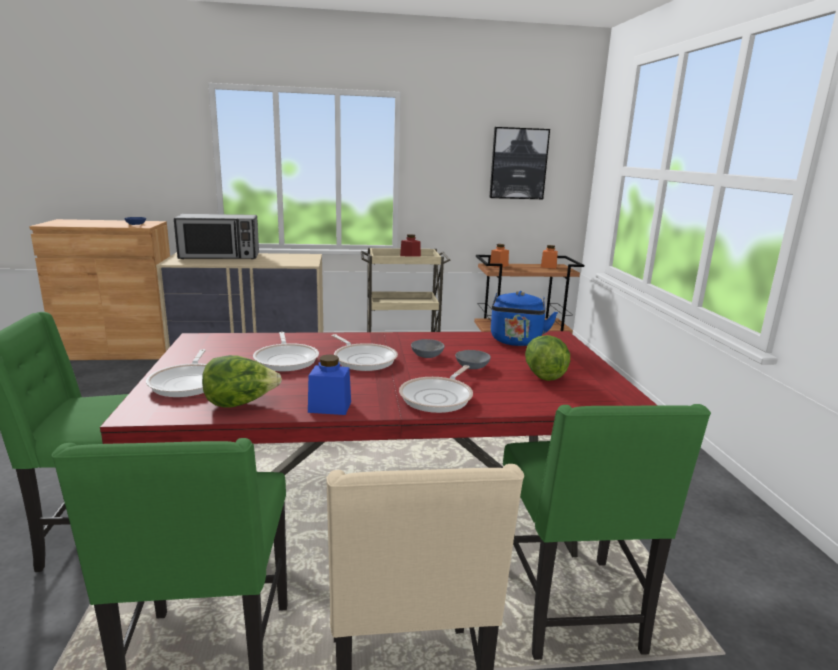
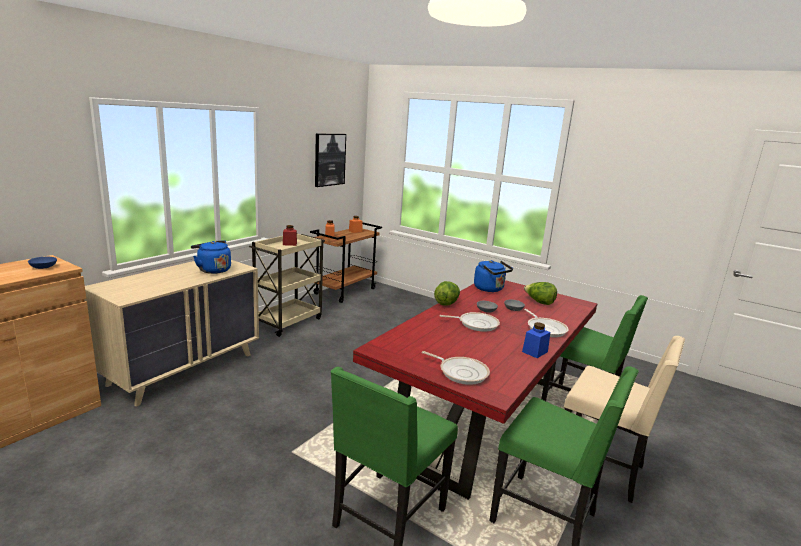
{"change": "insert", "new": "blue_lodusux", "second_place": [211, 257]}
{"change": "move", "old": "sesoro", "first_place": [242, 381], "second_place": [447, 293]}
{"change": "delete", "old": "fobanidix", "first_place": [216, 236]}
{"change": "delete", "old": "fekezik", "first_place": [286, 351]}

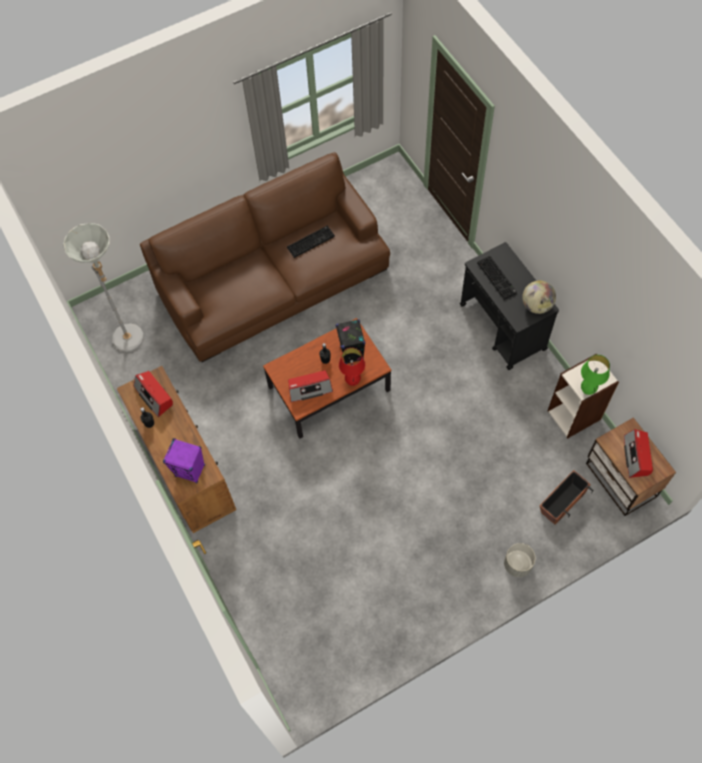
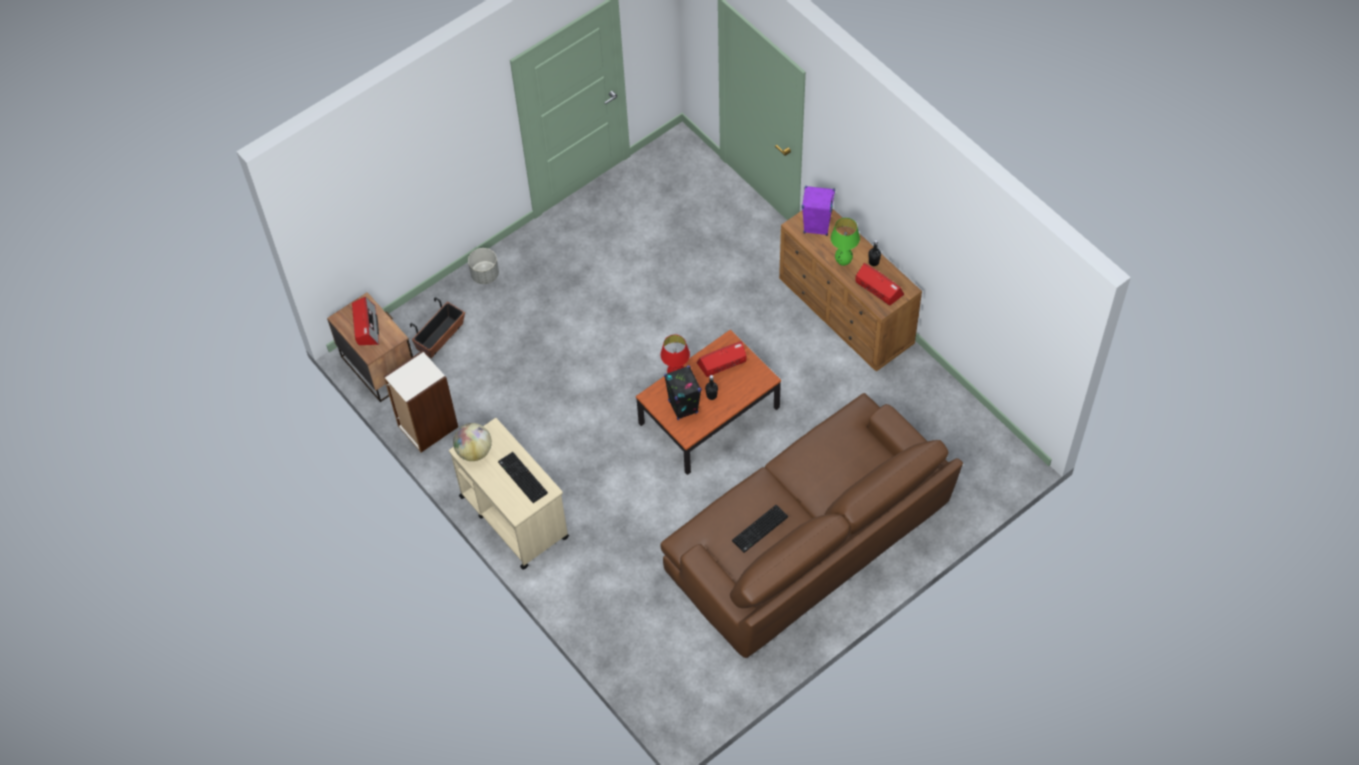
{"change": "recolor", "old": "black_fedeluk", "new": "beige_fedeluk", "first_place": [509, 306], "second_place": [509, 494]}
{"change": "move", "old": "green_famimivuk", "first_place": [595, 375], "second_place": [845, 242]}
{"change": "delete", "old": "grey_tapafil", "first_place": [103, 287]}

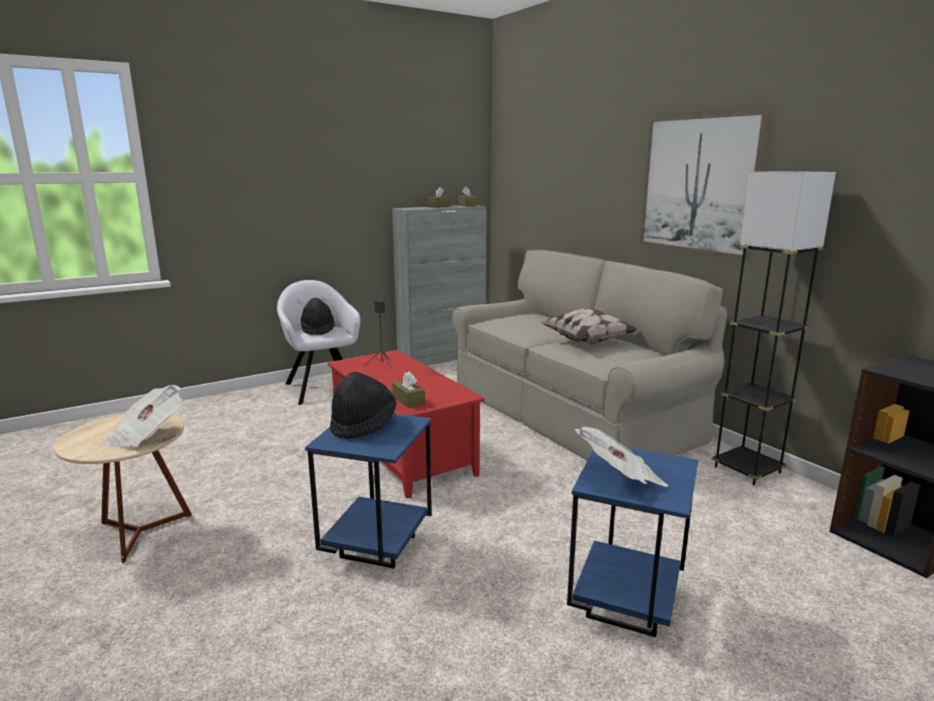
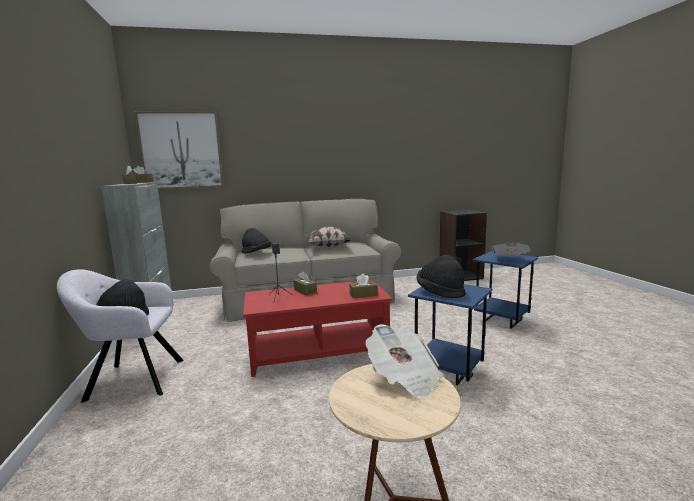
{"change": "move", "old": "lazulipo", "first_place": [705, 185], "second_place": [179, 150]}
{"change": "insert", "new": "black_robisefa", "second_place": [257, 241]}
{"change": "insert", "new": "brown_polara", "second_place": [305, 283]}
{"change": "delete", "old": "grey_tapafil", "first_place": [774, 328]}

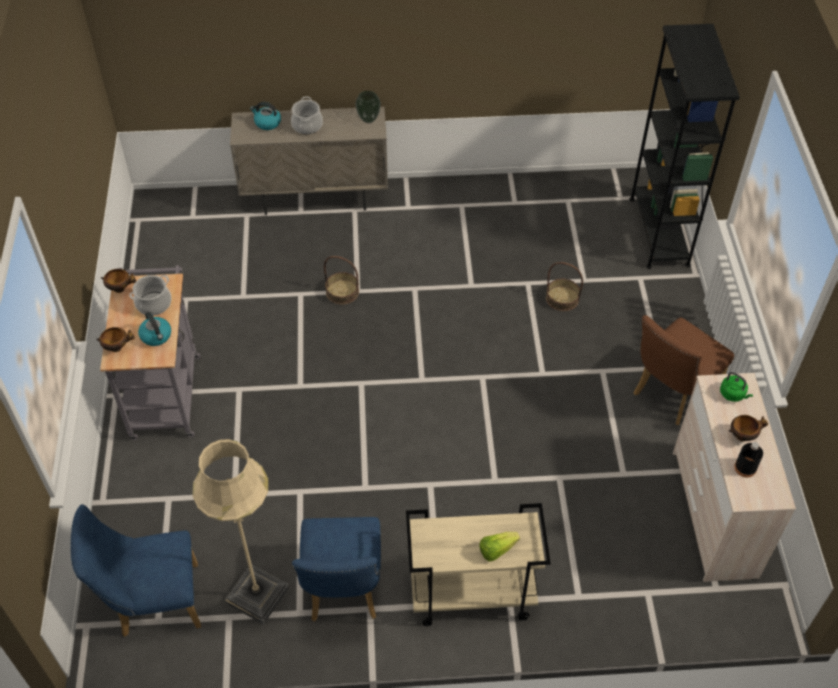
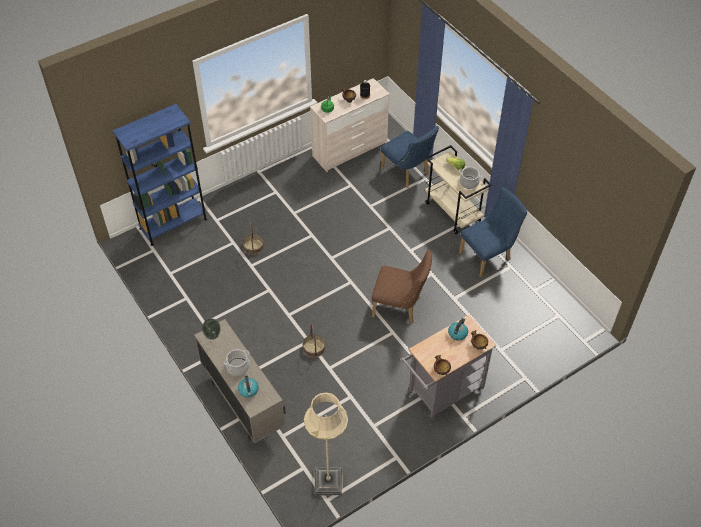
{"change": "recolor", "old": "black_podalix", "new": "blue_podalix", "first_place": [684, 146], "second_place": [159, 175]}
{"change": "move", "old": "beige_tapafil", "first_place": [240, 531], "second_place": [326, 444]}
{"change": "move", "old": "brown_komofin", "first_place": [684, 370], "second_place": [402, 287]}
{"change": "move", "old": "blue_komofin", "first_place": [135, 570], "second_place": [410, 157]}
{"change": "move", "old": "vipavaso", "first_place": [150, 295], "second_place": [470, 178]}

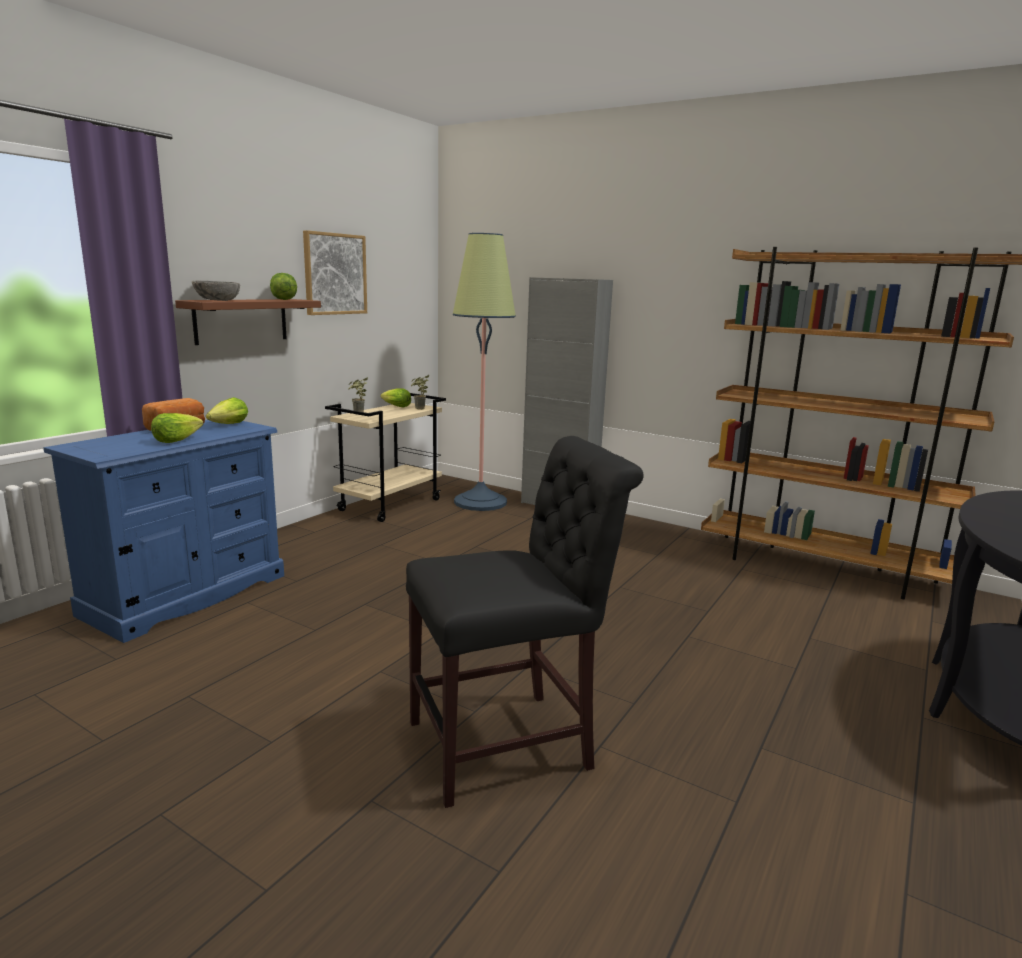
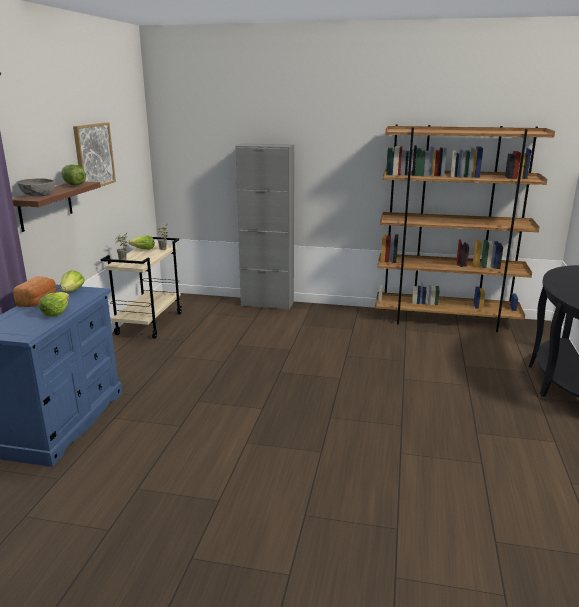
{"change": "delete", "old": "black_komofin", "first_place": [525, 622]}
{"change": "delete", "old": "tapafil", "first_place": [484, 372]}

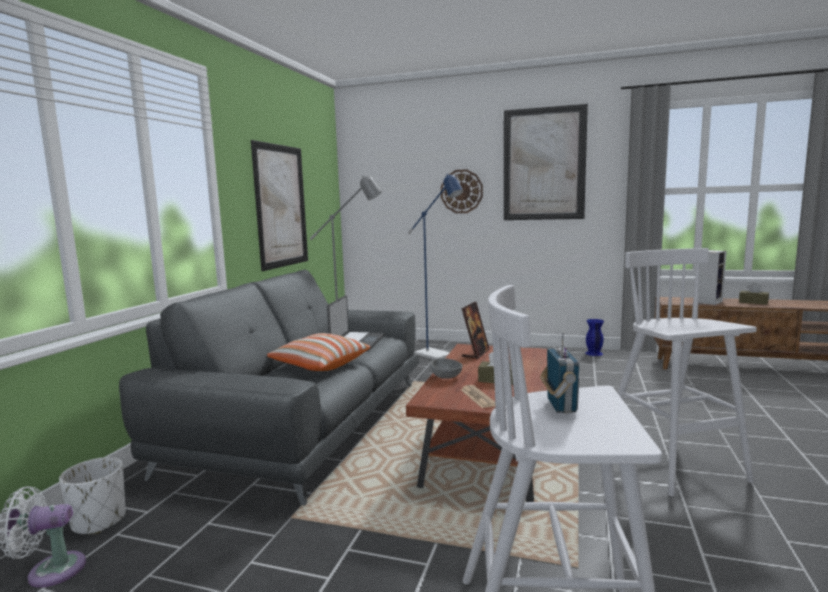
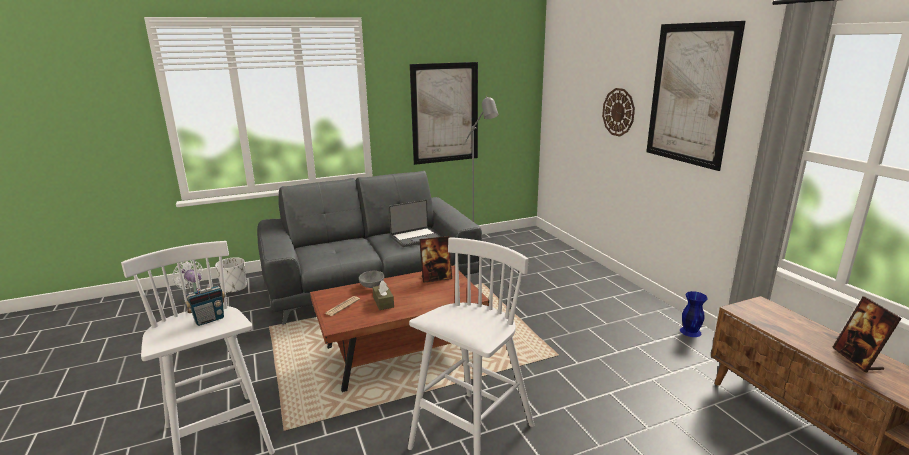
{"change": "replace", "old": "brown_polara", "new": "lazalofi", "first_place": [754, 294], "second_place": [867, 334]}
{"change": "delete", "old": "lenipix", "first_place": [318, 352]}
{"change": "delete", "old": "blue_tapafil", "first_place": [435, 267]}
{"change": "delete", "old": "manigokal", "first_place": [712, 277]}

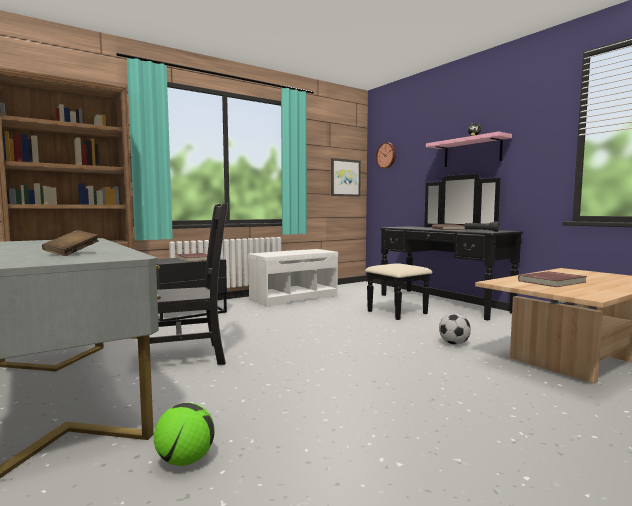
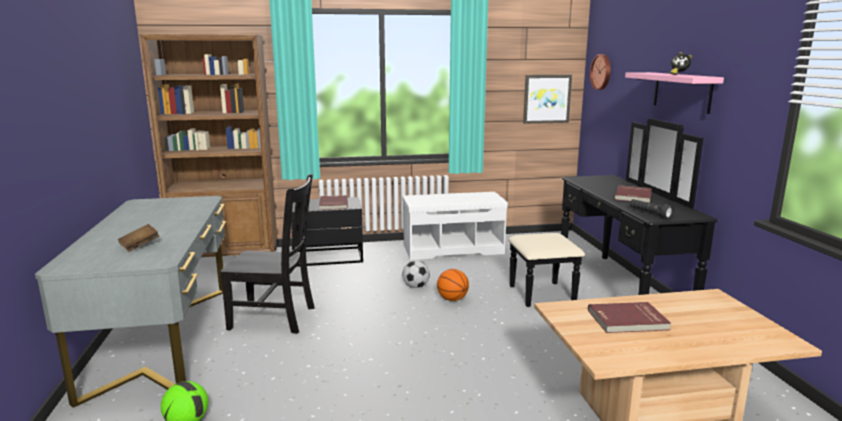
{"change": "move", "old": "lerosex", "first_place": [455, 329], "second_place": [416, 274]}
{"change": "insert", "new": "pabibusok", "second_place": [453, 285]}

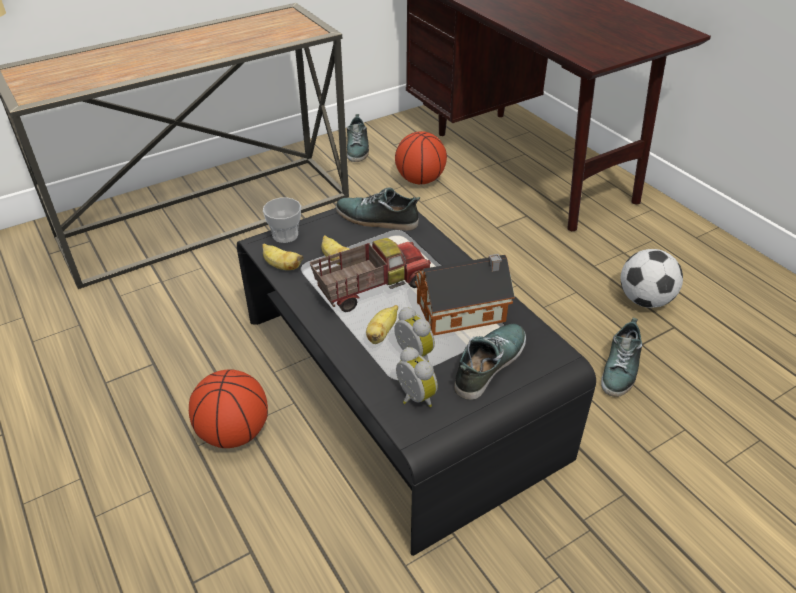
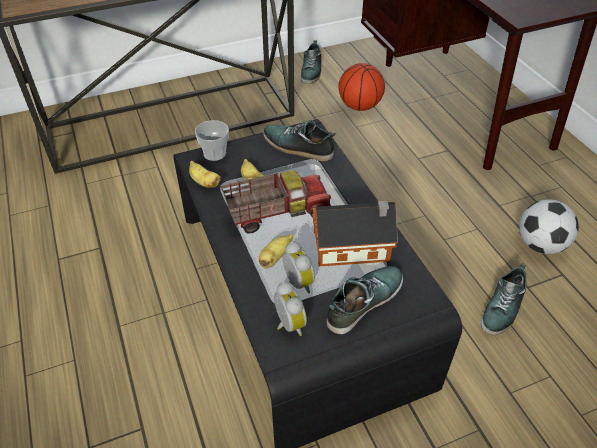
{"change": "delete", "old": "pabibusok", "first_place": [228, 408]}

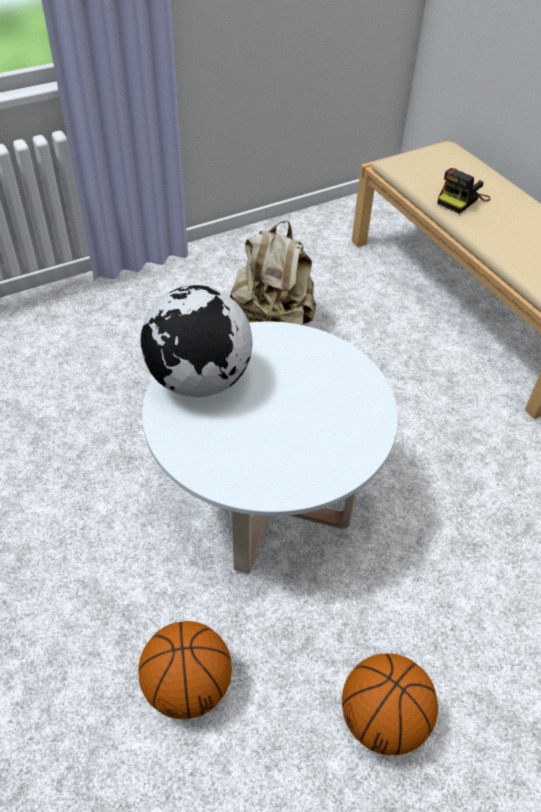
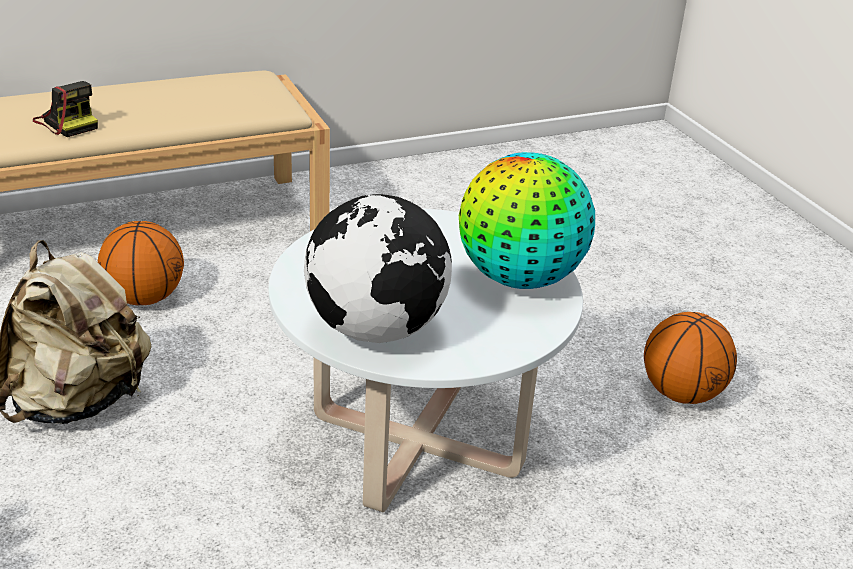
{"change": "move", "old": "pabibusok", "first_place": [185, 670], "second_place": [141, 263]}
{"change": "insert", "new": "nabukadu", "second_place": [527, 220]}

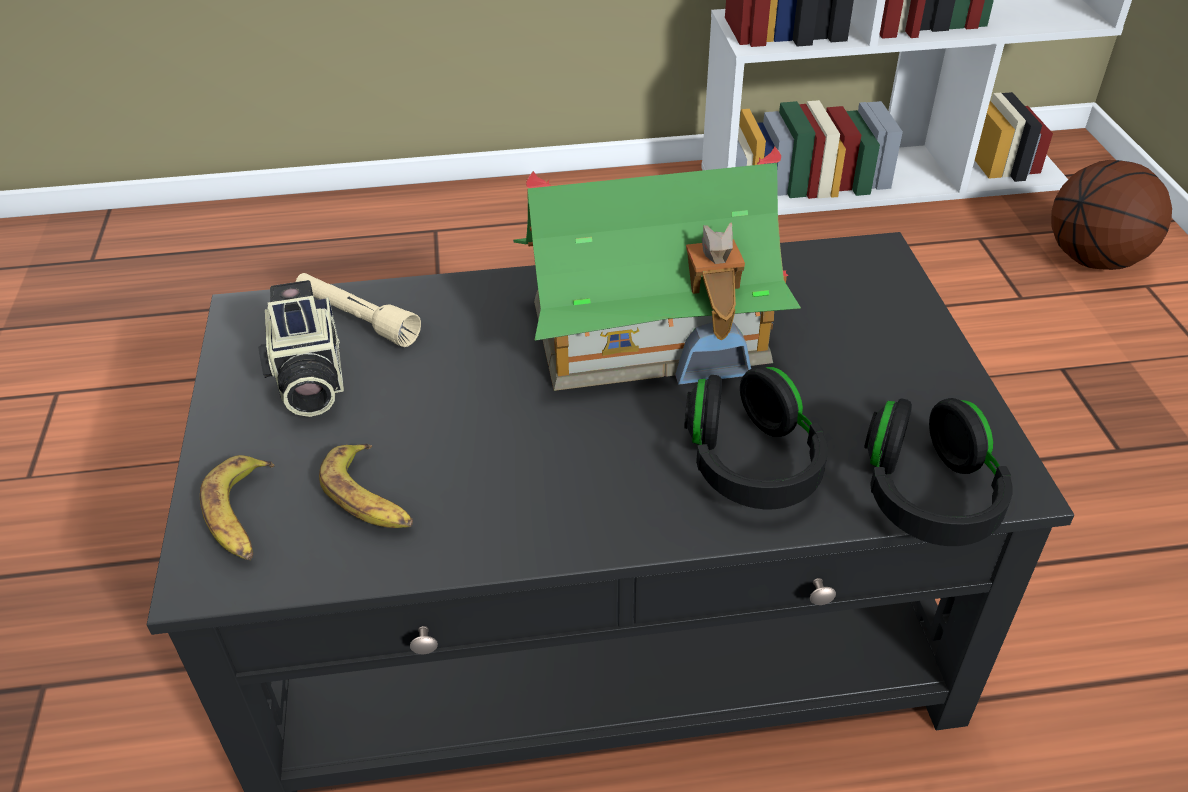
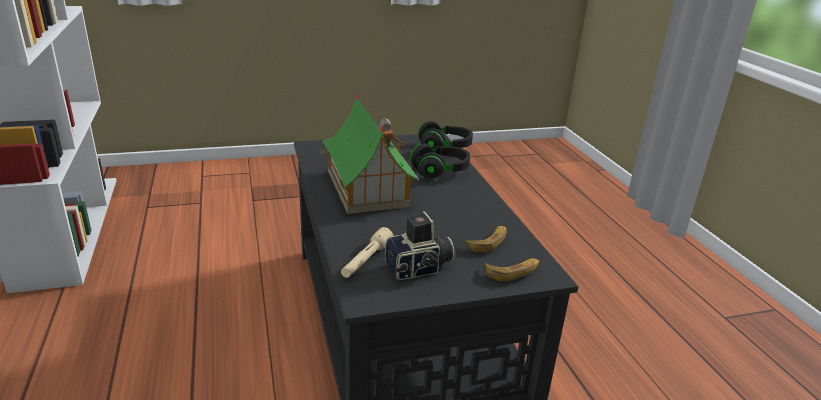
{"change": "delete", "old": "pabibusok", "first_place": [1111, 215]}

